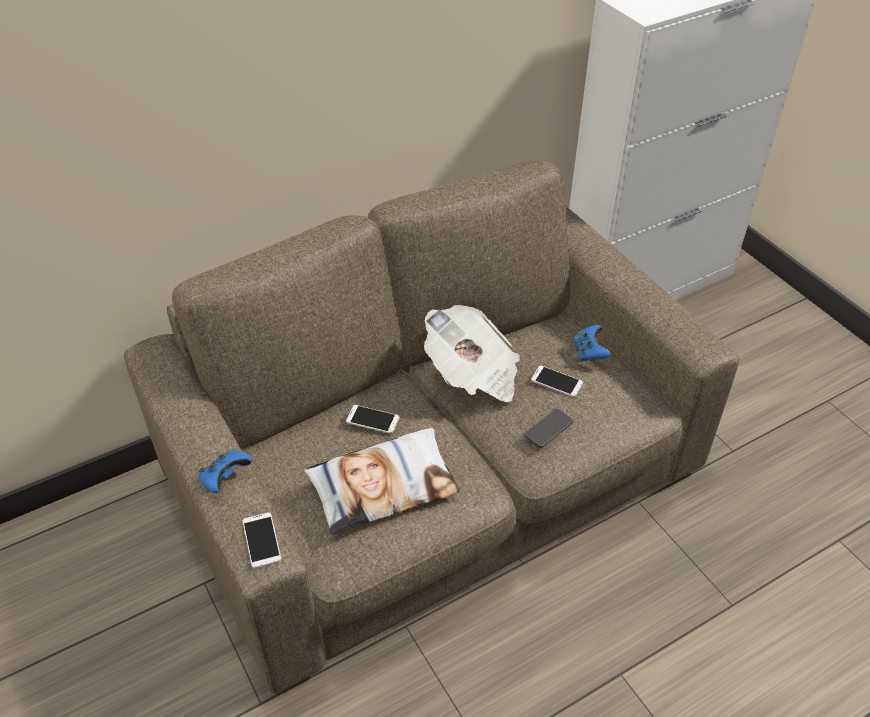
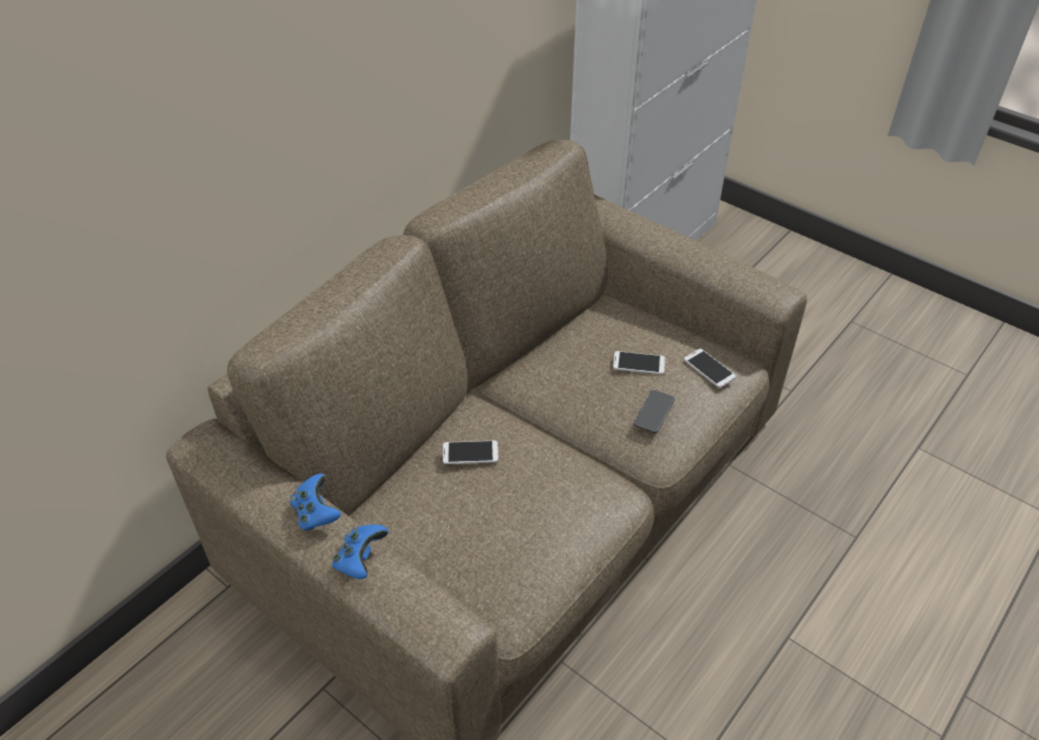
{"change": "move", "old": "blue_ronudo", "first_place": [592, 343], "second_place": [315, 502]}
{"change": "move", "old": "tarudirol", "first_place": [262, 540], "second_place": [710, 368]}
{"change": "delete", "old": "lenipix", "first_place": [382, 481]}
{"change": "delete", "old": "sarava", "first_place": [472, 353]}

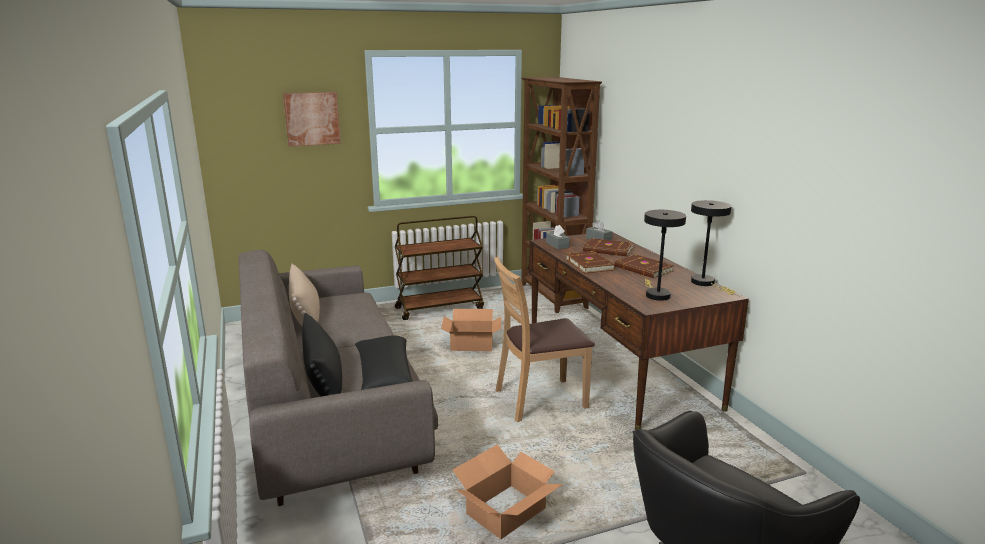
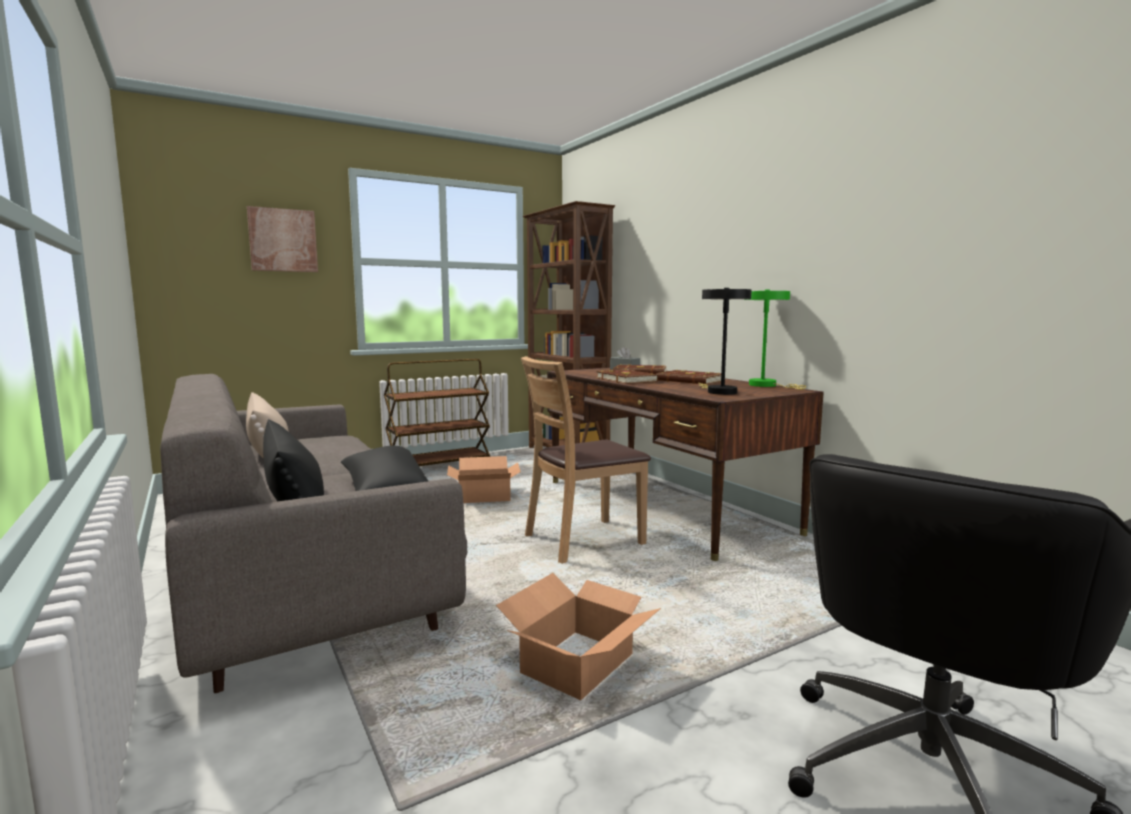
{"change": "recolor", "old": "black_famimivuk", "new": "green_famimivuk", "first_place": [713, 247], "second_place": [775, 340]}
{"change": "delete", "old": "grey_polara", "first_place": [558, 237]}

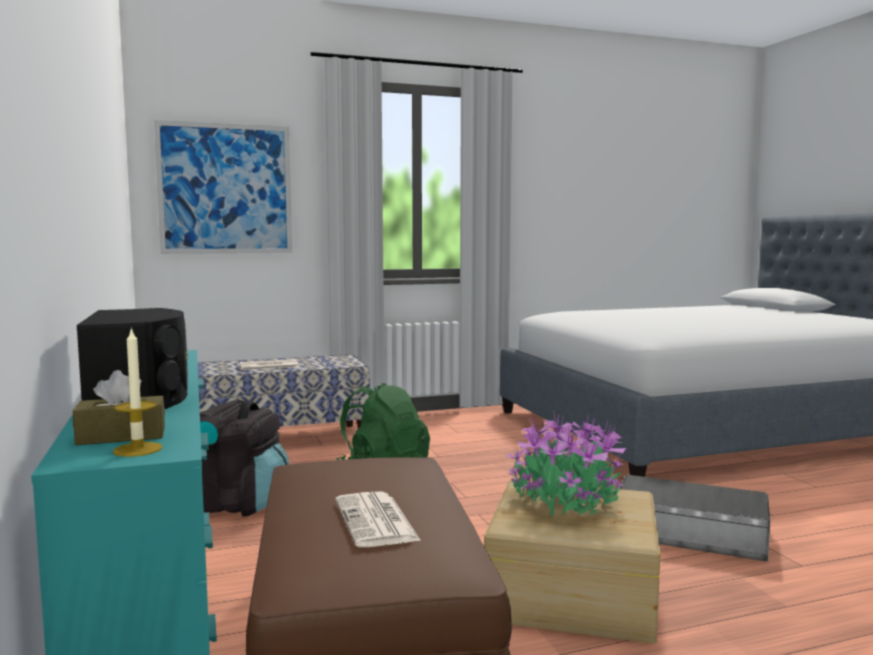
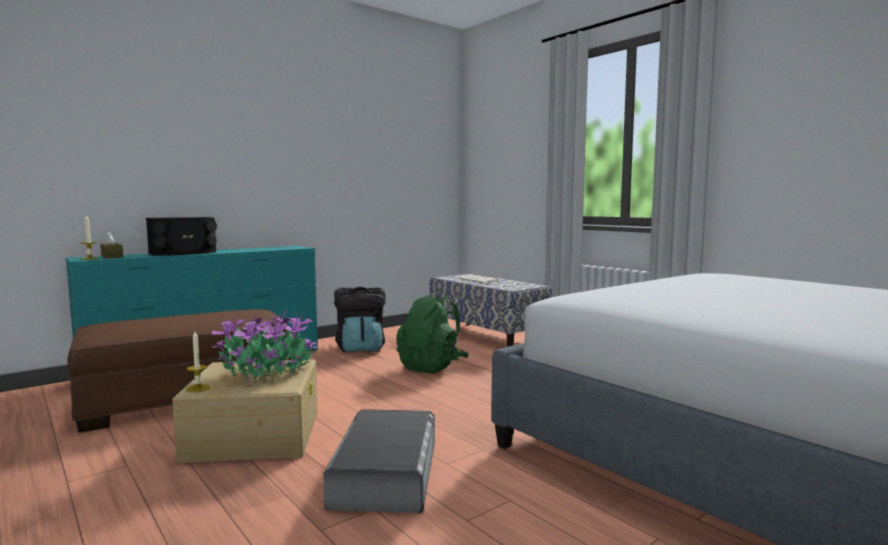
{"change": "insert", "new": "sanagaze", "second_place": [198, 361]}
{"change": "delete", "old": "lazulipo", "first_place": [223, 187]}
{"change": "delete", "old": "sarava", "first_place": [378, 519]}

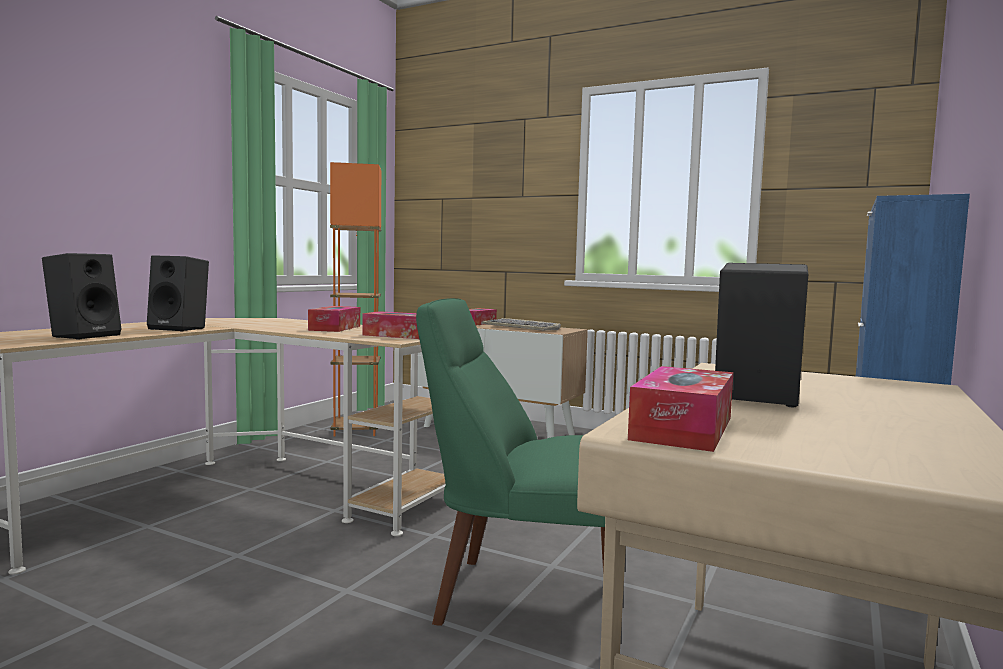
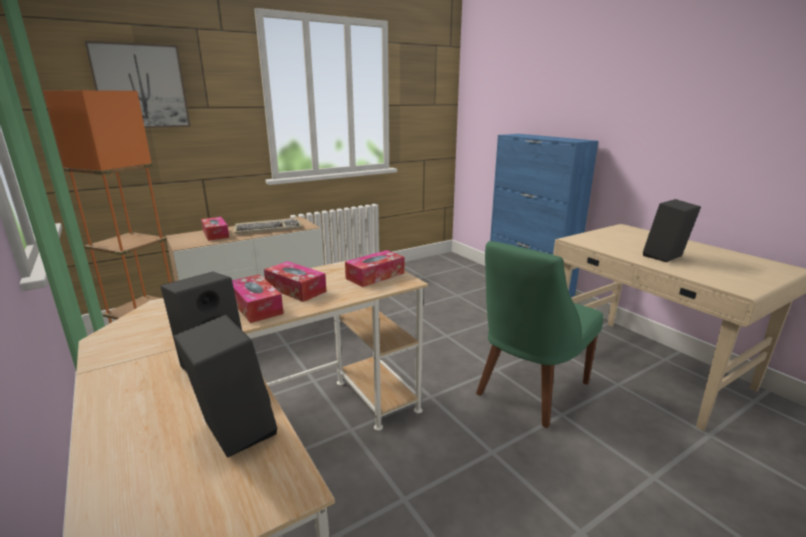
{"change": "insert", "new": "lazulipo", "second_place": [137, 84]}
{"change": "move", "old": "polara", "first_place": [680, 409], "second_place": [258, 298]}

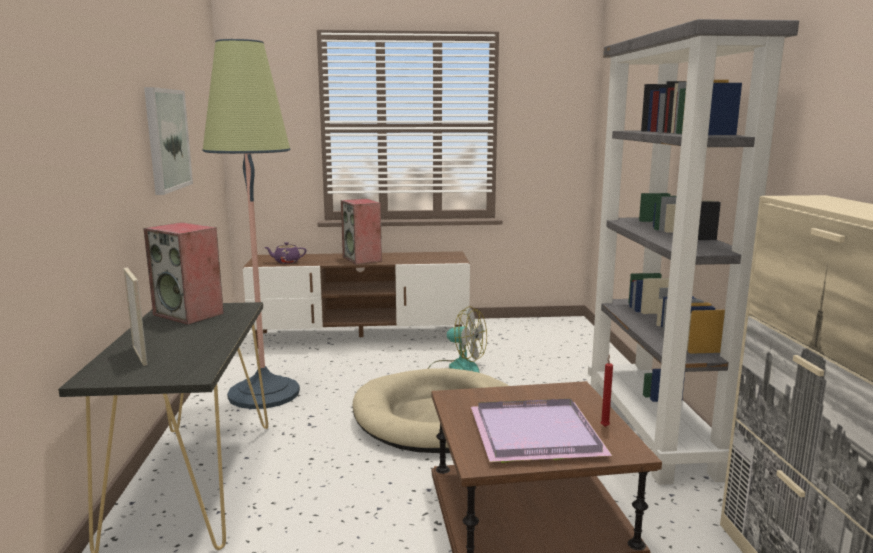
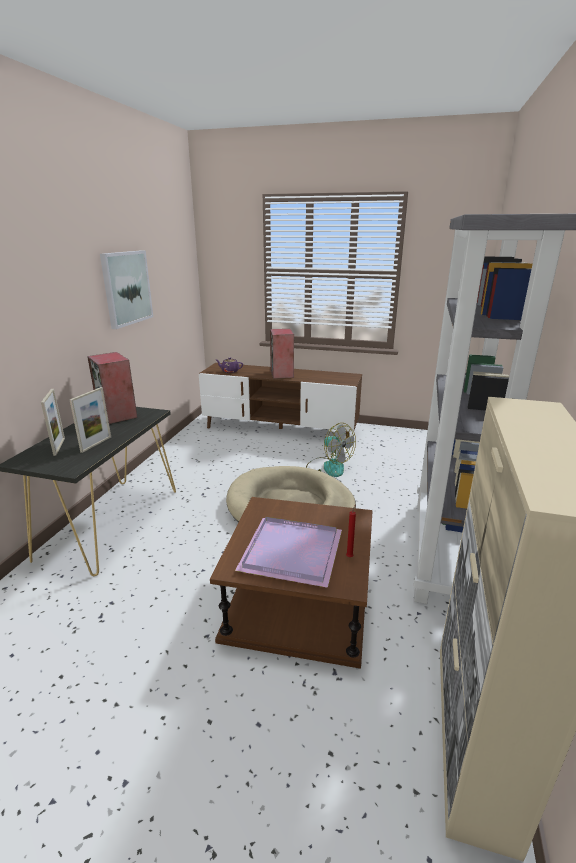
{"change": "insert", "new": "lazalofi", "second_place": [90, 420]}
{"change": "delete", "old": "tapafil", "first_place": [251, 224]}

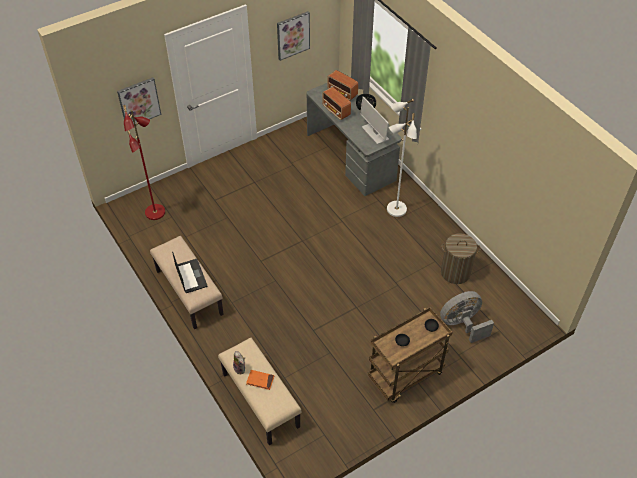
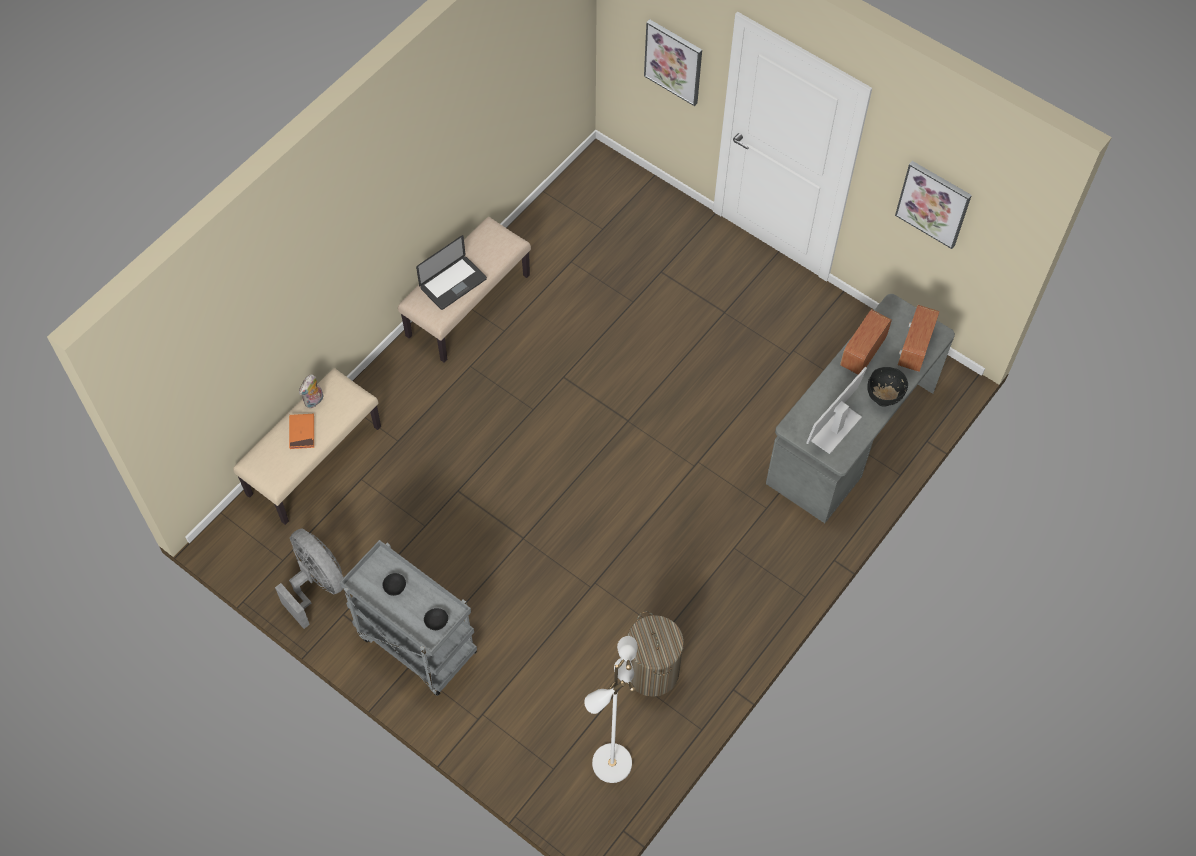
{"change": "move", "old": "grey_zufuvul", "first_place": [467, 317], "second_place": [309, 578]}
{"change": "recolor", "old": "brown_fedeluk", "new": "grey_fedeluk", "first_place": [410, 355], "second_place": [408, 618]}
{"change": "move", "old": "white_tapafil", "first_place": [402, 158], "second_place": [610, 709]}
{"change": "delete", "old": "red_tapafil", "first_place": [144, 162]}

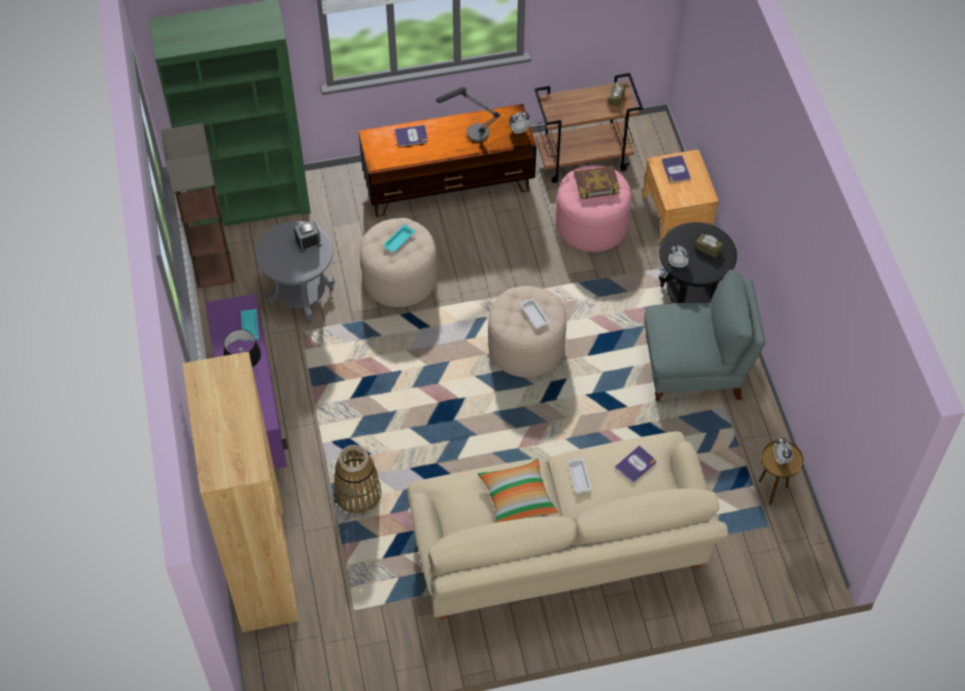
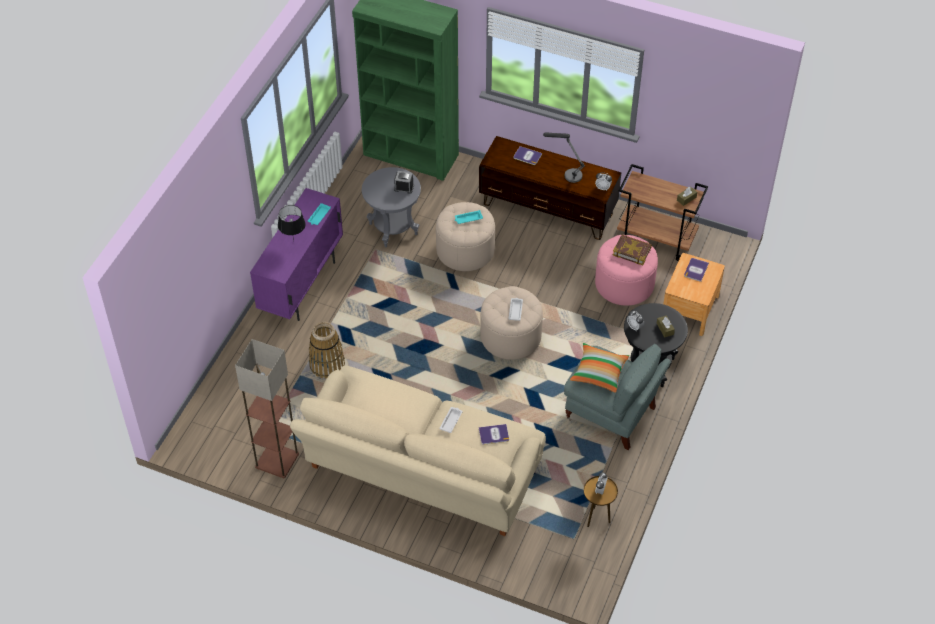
{"change": "move", "old": "tapafil", "first_place": [198, 206], "second_place": [267, 408]}
{"change": "move", "old": "lenipix", "first_place": [518, 490], "second_place": [599, 368]}
{"change": "delete", "old": "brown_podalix", "first_place": [240, 492]}

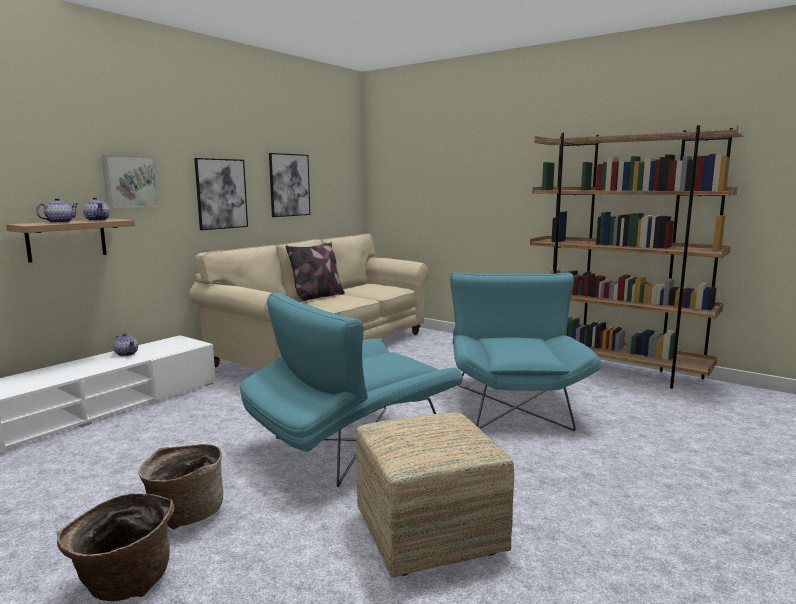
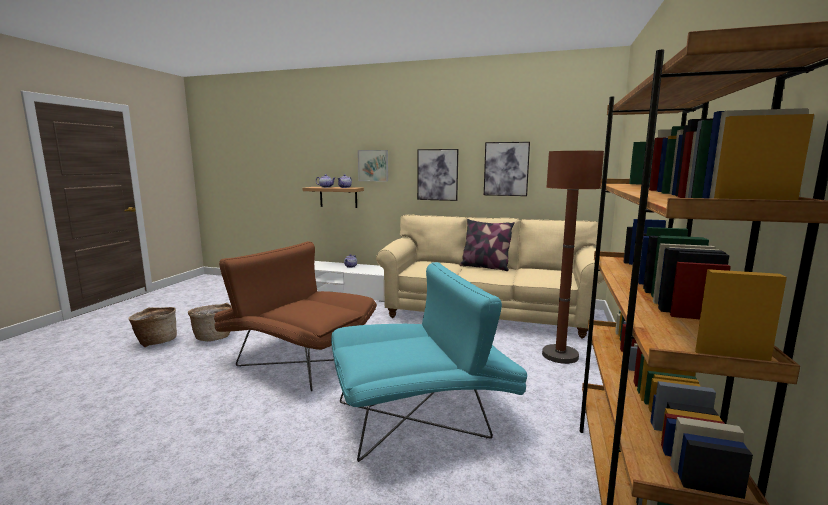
{"change": "recolor", "old": "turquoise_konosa", "new": "brown_konosa", "first_place": [351, 389], "second_place": [295, 316]}
{"change": "insert", "new": "brown_tapafil", "second_place": [573, 257]}
{"change": "delete", "old": "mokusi", "first_place": [435, 494]}

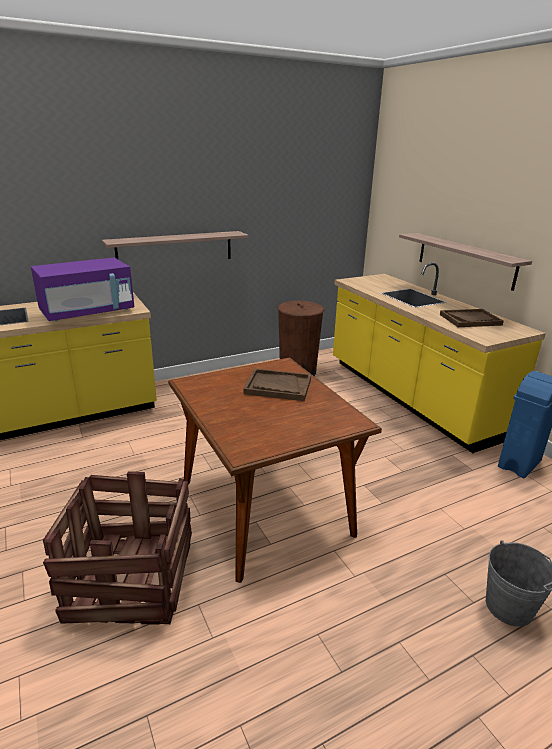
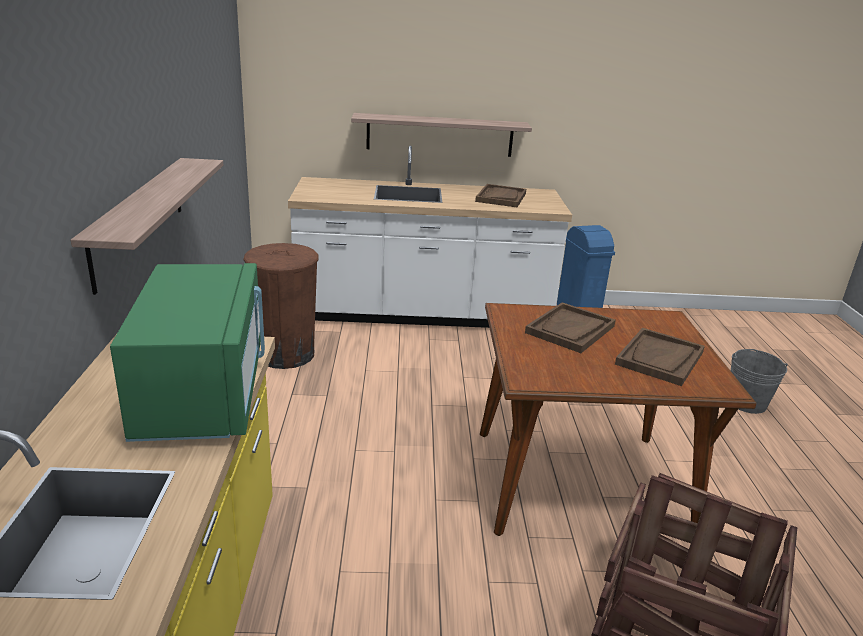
{"change": "recolor", "old": "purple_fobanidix", "new": "green_fobanidix", "first_place": [83, 289], "second_place": [187, 352]}
{"change": "recolor", "old": "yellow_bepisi", "new": "white_bepisi", "first_place": [439, 357], "second_place": [430, 237]}
{"change": "insert", "new": "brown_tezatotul", "second_place": [660, 357]}

